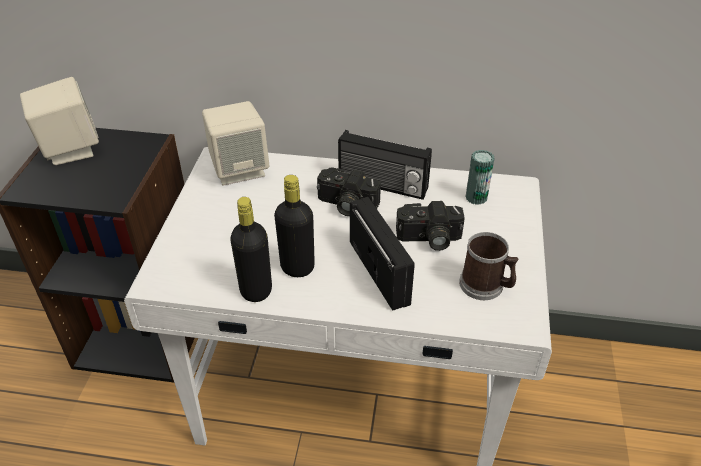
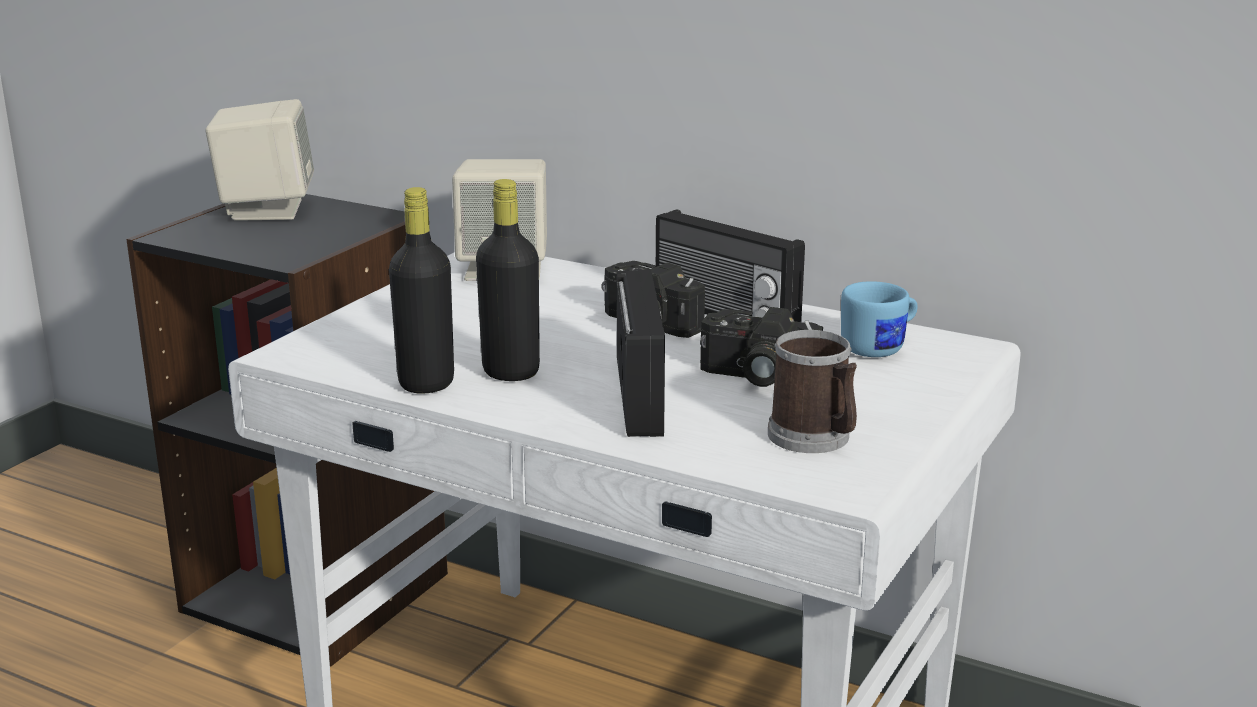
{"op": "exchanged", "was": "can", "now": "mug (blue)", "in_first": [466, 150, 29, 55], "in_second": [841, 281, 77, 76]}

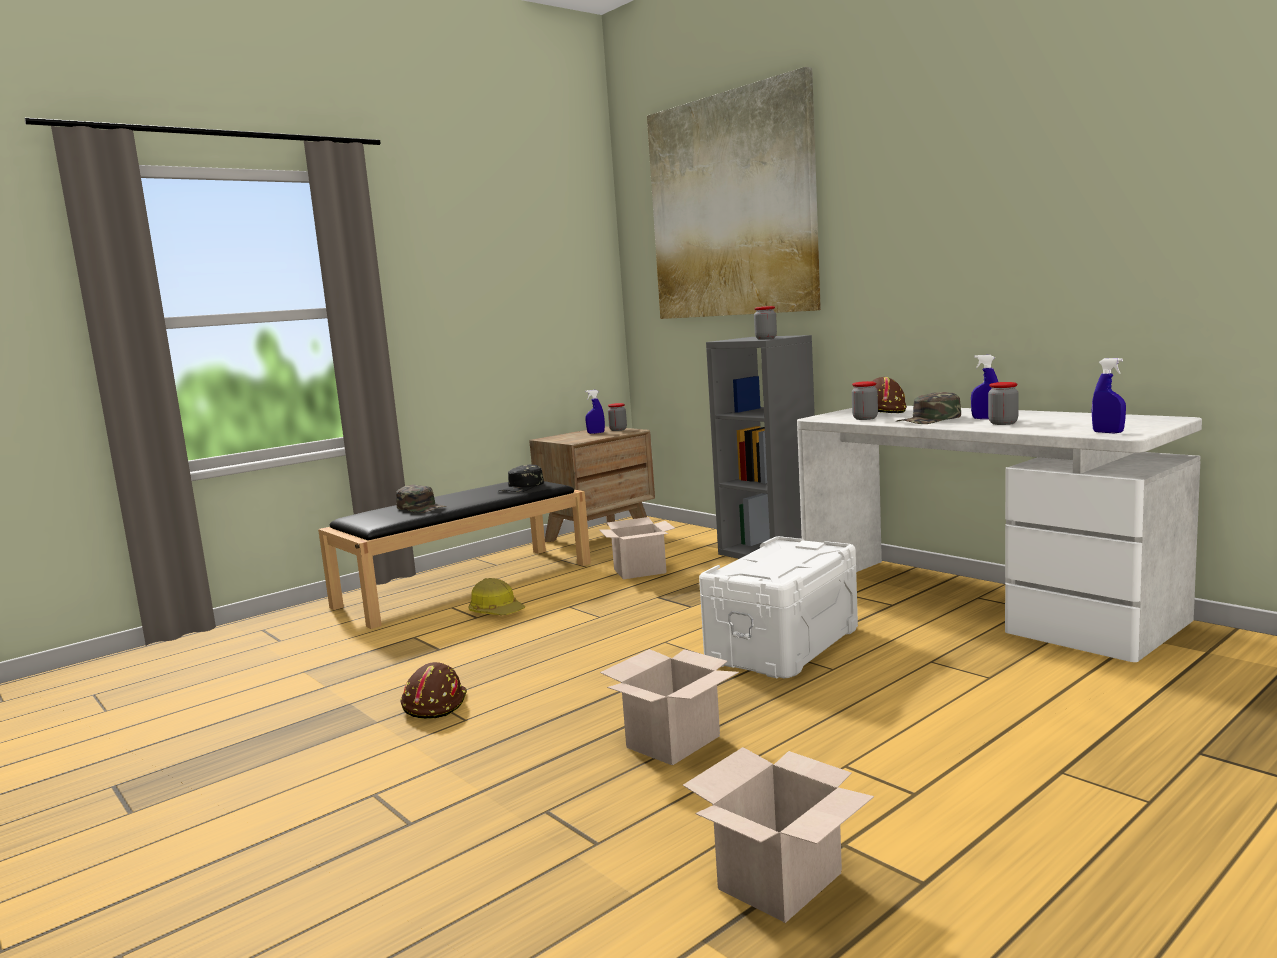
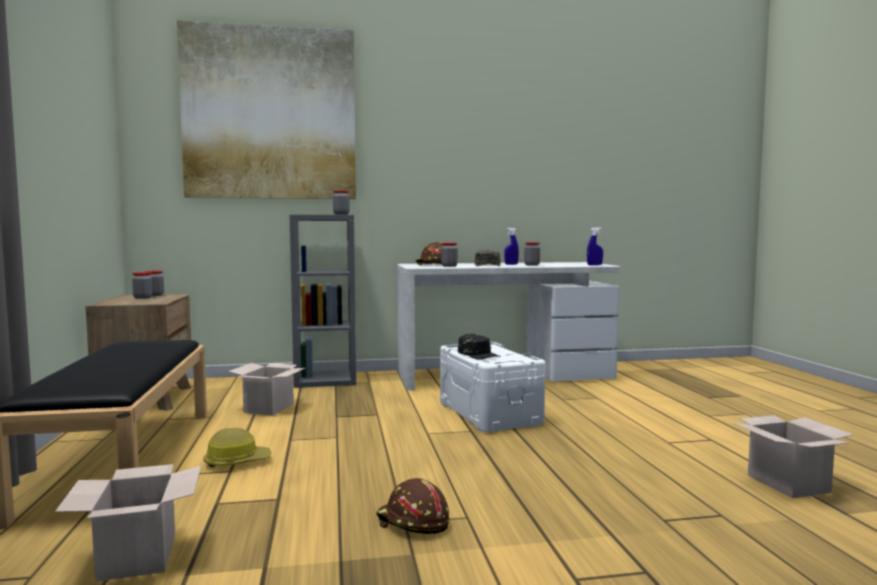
{"op": "missing", "was": "cap (green)", "in_first": [396, 485, 51, 28]}
{"op": "relocated", "was": "cap (black)", "in_first": [499, 464, 45, 28], "in_second": [458, 334, 43, 25]}
{"op": "relocated", "was": "cardboard box", "in_first": [600, 649, 139, 117], "in_second": [55, 464, 146, 118]}
{"op": "exchanged", "was": "spray bottle (blue)", "now": "jar", "in_first": [585, 390, 20, 44], "in_second": [132, 272, 20, 27]}

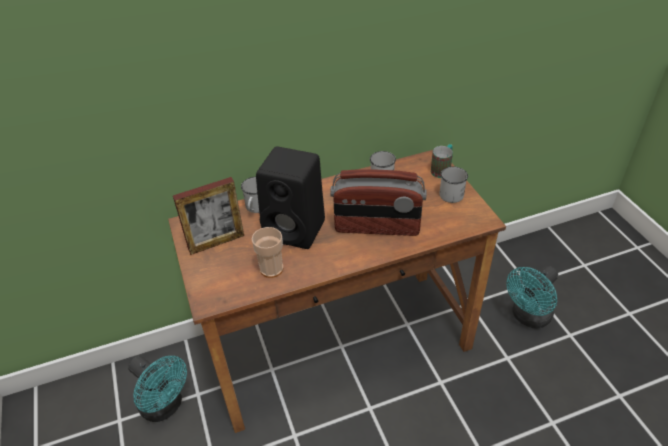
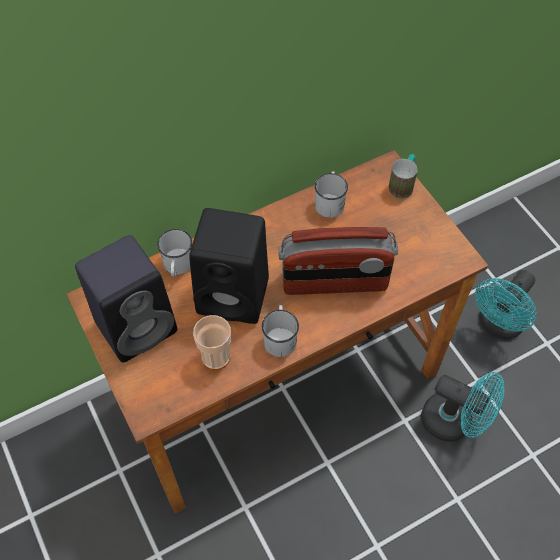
{"op": "relocated", "was": "fan (turquoise)", "in_first": [128, 356, 59, 66], "in_second": [421, 372, 83, 70]}
{"op": "relocated", "was": "mug (white)", "in_first": [439, 167, 29, 36], "in_second": [262, 305, 37, 52]}
{"op": "exchanged", "was": "picture frame", "now": "speaker (black)", "in_first": [173, 177, 71, 78], "in_second": [75, 235, 102, 128]}

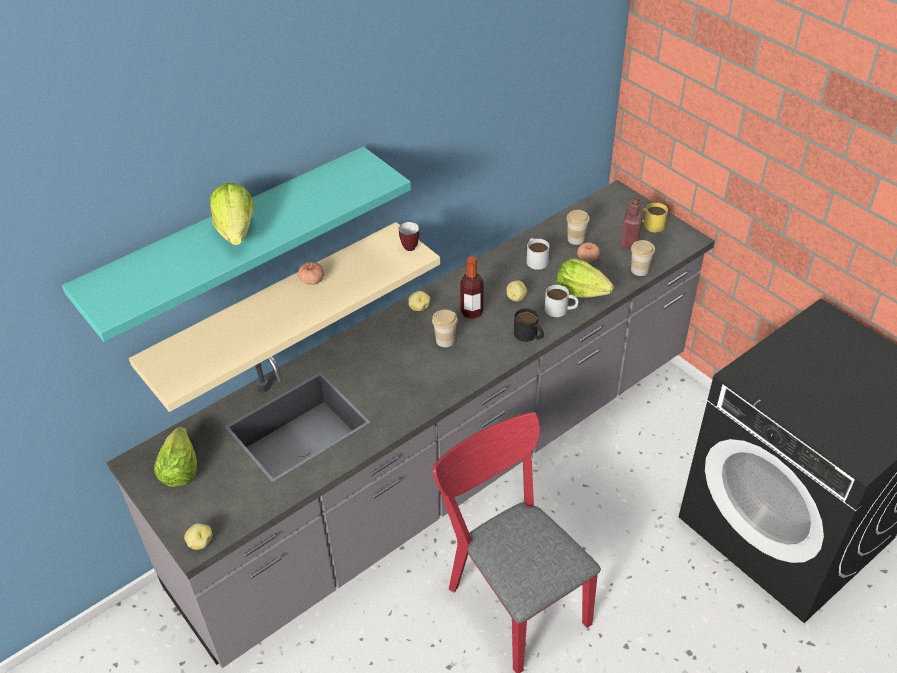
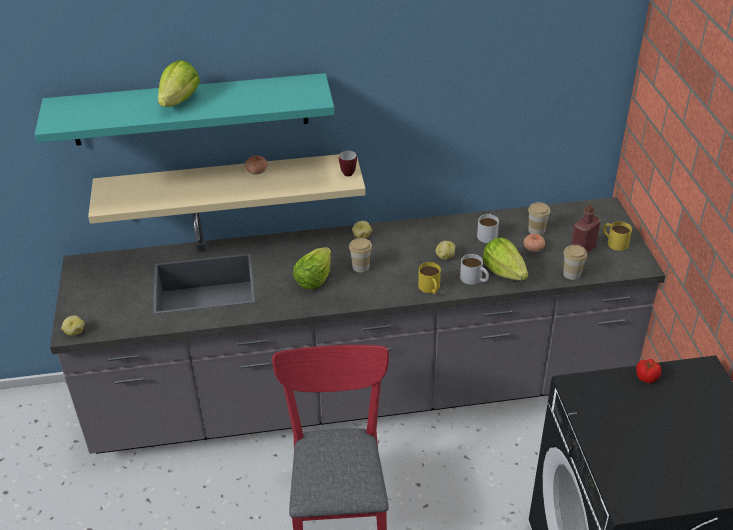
{"op": "missing", "was": "bottle", "in_first": [460, 256, 24, 63]}
{"op": "appeared", "now": "tomato", "in_second": [636, 359, 25, 24]}
{"op": "relocated", "was": "lettuce", "in_first": [154, 427, 43, 60], "in_second": [293, 247, 38, 42]}
{"op": "colour", "was": "mug (black)", "now": "mug (yellow)", "in_first": [514, 308, 30, 34], "in_second": [418, 262, 23, 32]}

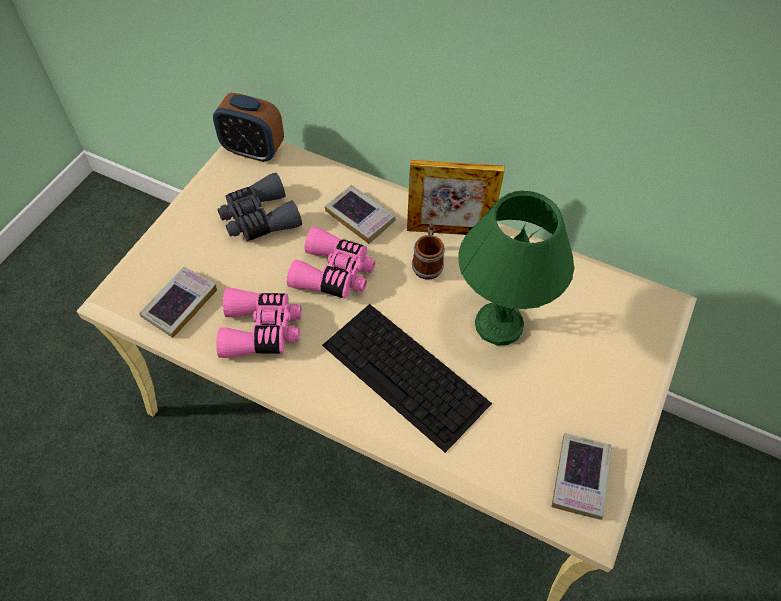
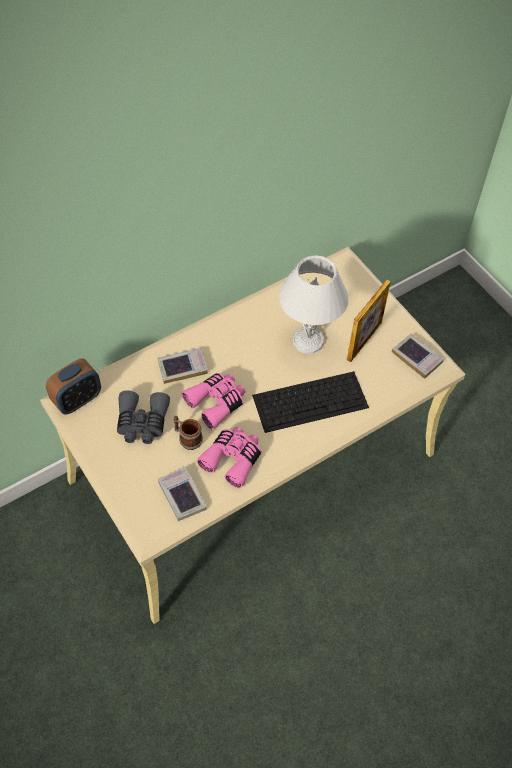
{"op": "relocated", "was": "picture frame", "in_first": [407, 160, 97, 75], "in_second": [347, 279, 44, 83]}
{"op": "relocated", "was": "mug", "in_first": [412, 223, 33, 57], "in_second": [173, 416, 30, 34]}
{"op": "colour", "was": "table lamp (green)", "now": "table lamp (white)", "in_first": [458, 191, 117, 155], "in_second": [279, 255, 69, 99]}

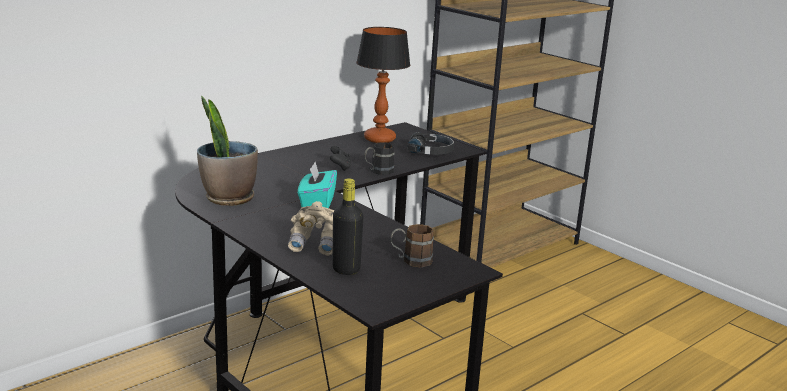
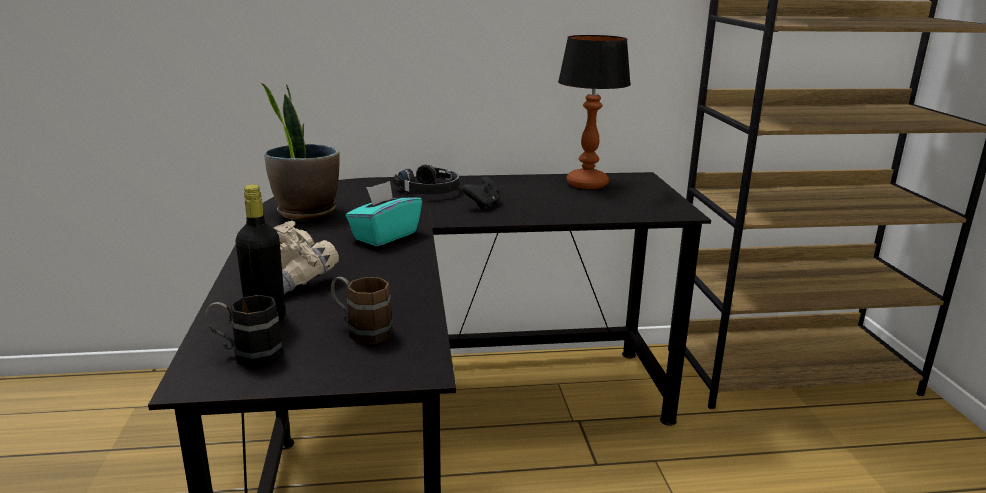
{"op": "relocated", "was": "mug (black)", "in_first": [364, 142, 30, 33], "in_second": [205, 295, 78, 72]}
{"op": "relocated", "was": "headphones (black)", "in_first": [407, 132, 47, 23], "in_second": [393, 165, 66, 29]}

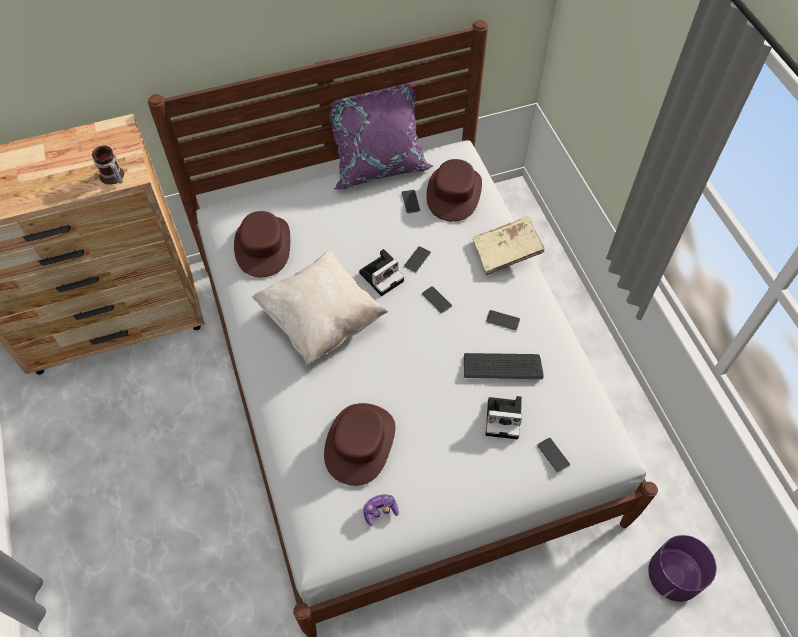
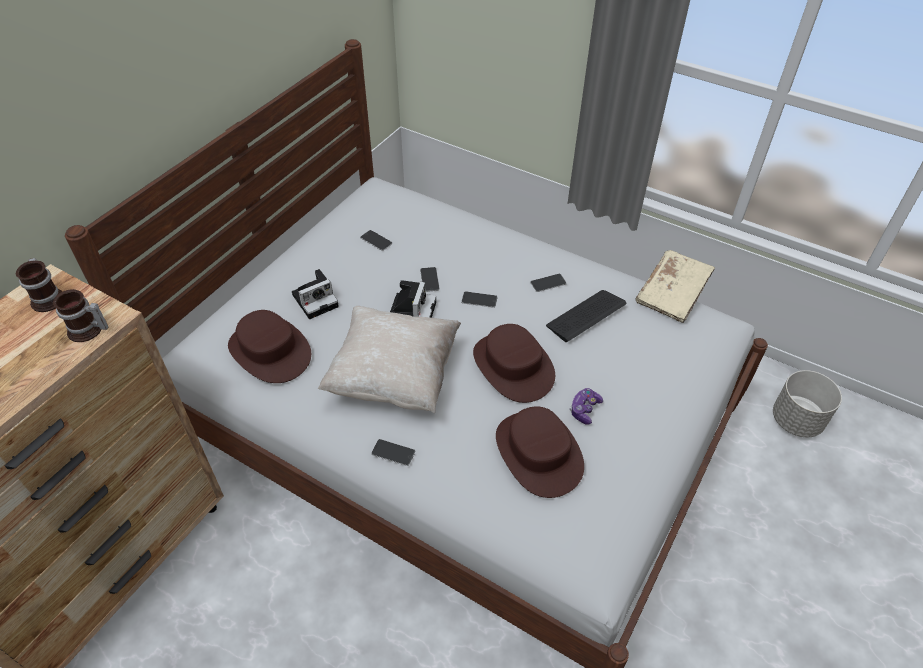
{"op": "missing", "was": "pillow (purple)", "in_first": [329, 81, 104, 108]}
{"op": "appeared", "now": "mug", "in_second": [16, 258, 47, 54]}
{"op": "relocated", "was": "game controller", "in_first": [363, 494, 36, 32], "in_second": [570, 388, 33, 37]}
{"op": "relocated", "was": "hat (brown)", "in_first": [427, 159, 55, 63], "in_second": [473, 324, 82, 79]}
{"op": "relocated", "was": "book (beige)", "in_first": [473, 217, 72, 58], "in_second": [635, 250, 80, 73]}
{"op": "relocated", "was": "photo camera", "in_first": [486, 396, 36, 43], "in_second": [292, 269, 47, 50]}
{"op": "relocated", "was": "phone", "in_first": [537, 437, 33, 36], "in_second": [371, 439, 44, 27]}
{"op": "colour", "was": "planter (purple)", "now": "planter (grey)", "in_first": [648, 535, 69, 67], "in_second": [773, 370, 69, 67]}

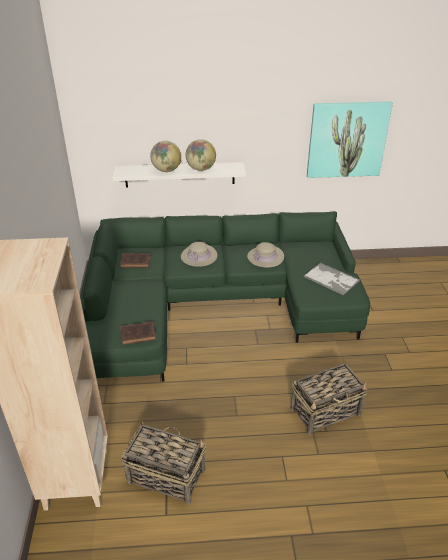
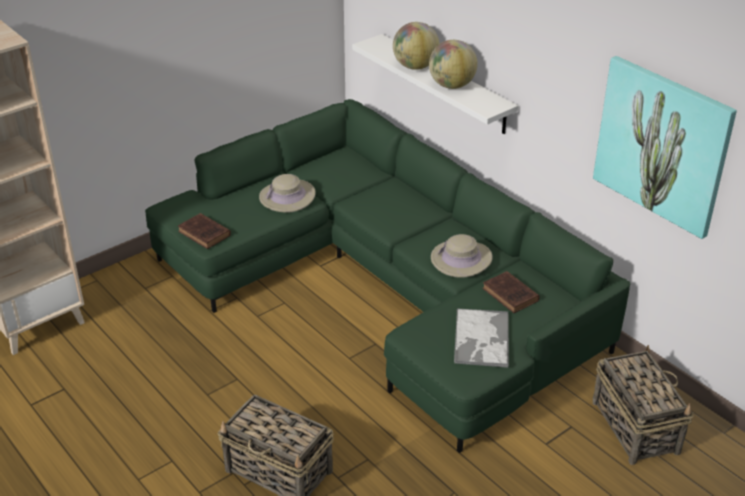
{"op": "relocated", "was": "book (brown)", "in_first": [120, 253, 31, 15], "in_second": [482, 271, 58, 42]}
{"op": "relocated", "was": "basket", "in_first": [121, 421, 85, 84], "in_second": [593, 345, 101, 120]}
{"op": "relocated", "was": "hat (beige)", "in_first": [181, 242, 36, 25], "in_second": [259, 174, 57, 39]}

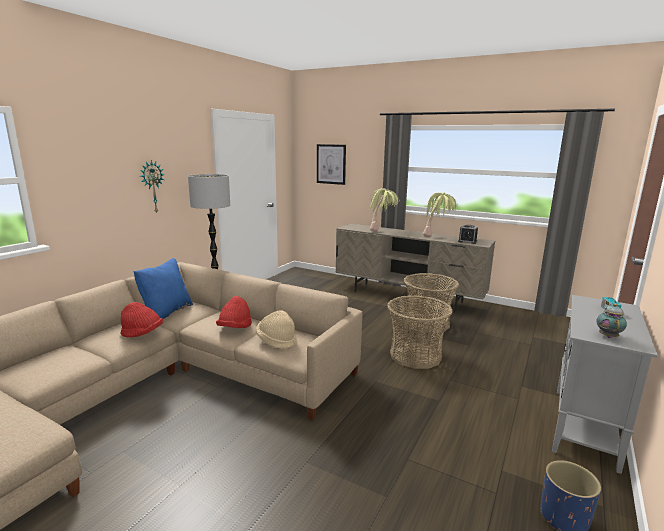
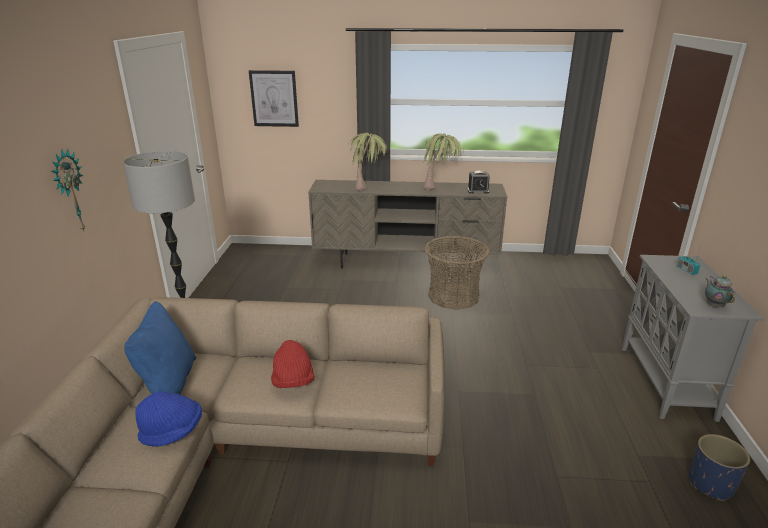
{"op": "missing", "was": "hat (beige)", "in_first": [256, 310, 41, 39]}
{"op": "missing", "was": "basket", "in_first": [387, 295, 66, 74]}
{"op": "colour", "was": "hat (red)", "now": "hat (blue)", "in_first": [121, 302, 42, 36], "in_second": [135, 391, 67, 56]}

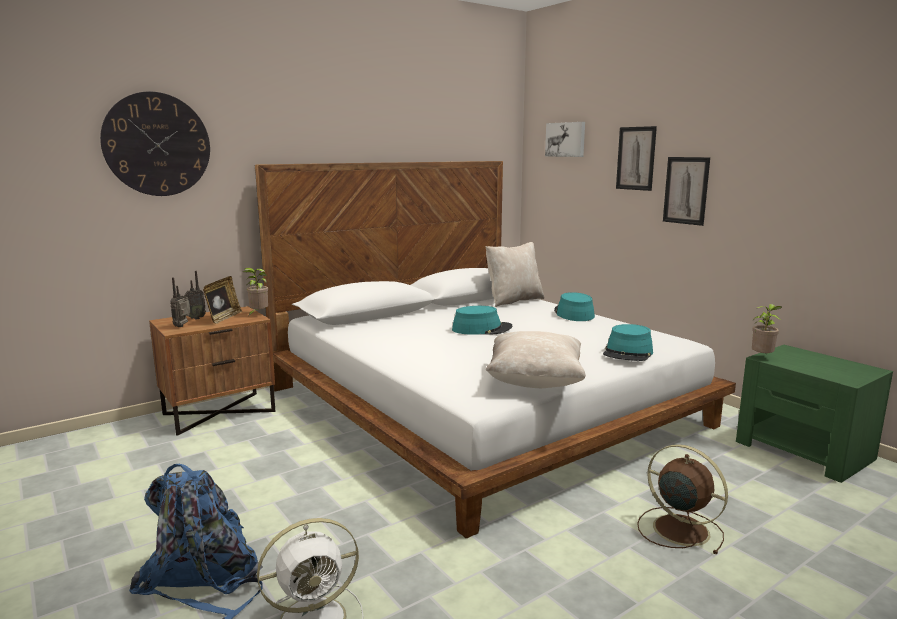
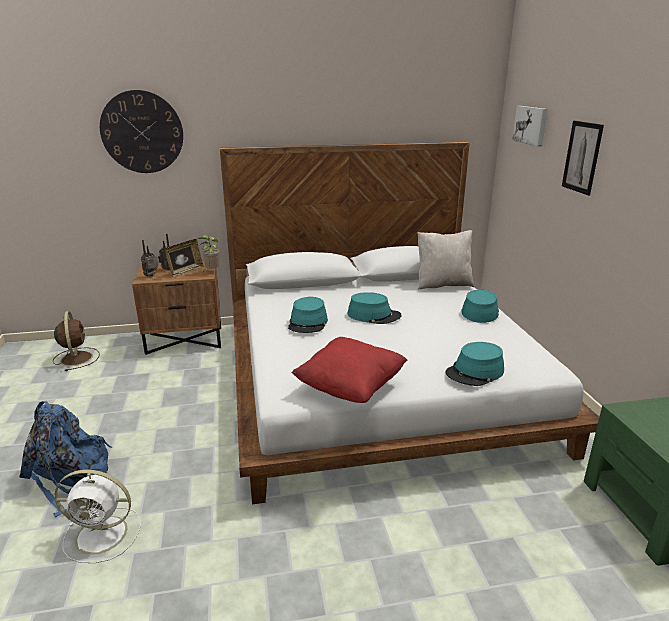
{"op": "missing", "was": "picture", "in_first": [663, 157, 47, 69]}
{"op": "missing", "was": "potted plant", "in_first": [752, 304, 30, 51]}
{"op": "appeared", "now": "hat (turquoise)", "in_second": [288, 297, 40, 36]}
{"op": "relocated", "was": "fan (brown)", "in_first": [637, 444, 91, 110], "in_second": [53, 311, 47, 60]}
{"op": "colour", "was": "pillow (beige)", "now": "pillow (red)", "in_first": [486, 331, 100, 57], "in_second": [292, 337, 116, 66]}

